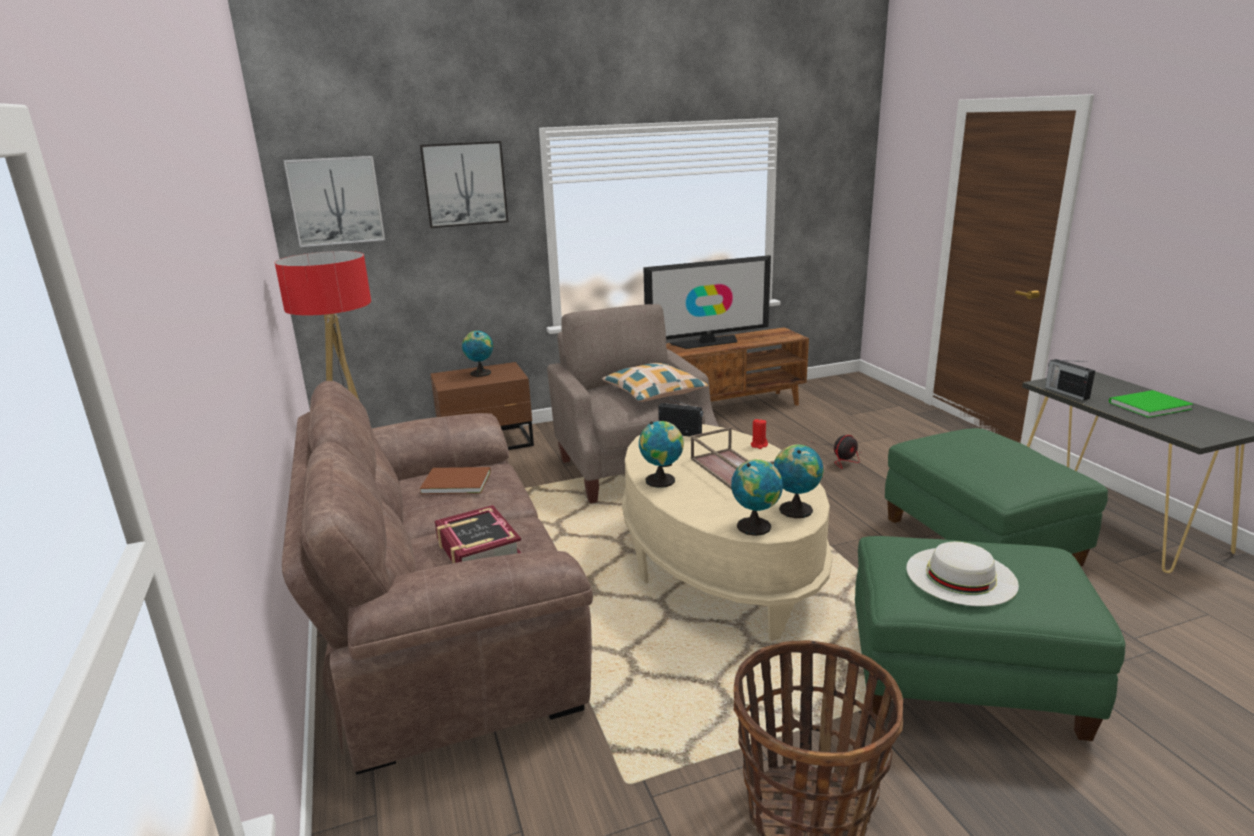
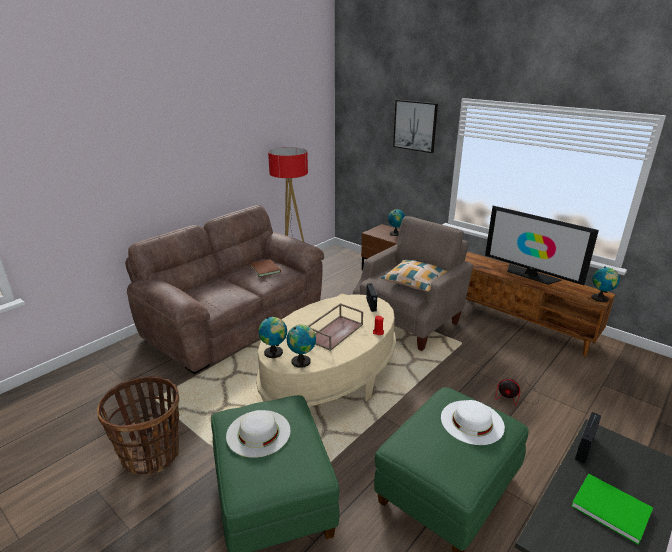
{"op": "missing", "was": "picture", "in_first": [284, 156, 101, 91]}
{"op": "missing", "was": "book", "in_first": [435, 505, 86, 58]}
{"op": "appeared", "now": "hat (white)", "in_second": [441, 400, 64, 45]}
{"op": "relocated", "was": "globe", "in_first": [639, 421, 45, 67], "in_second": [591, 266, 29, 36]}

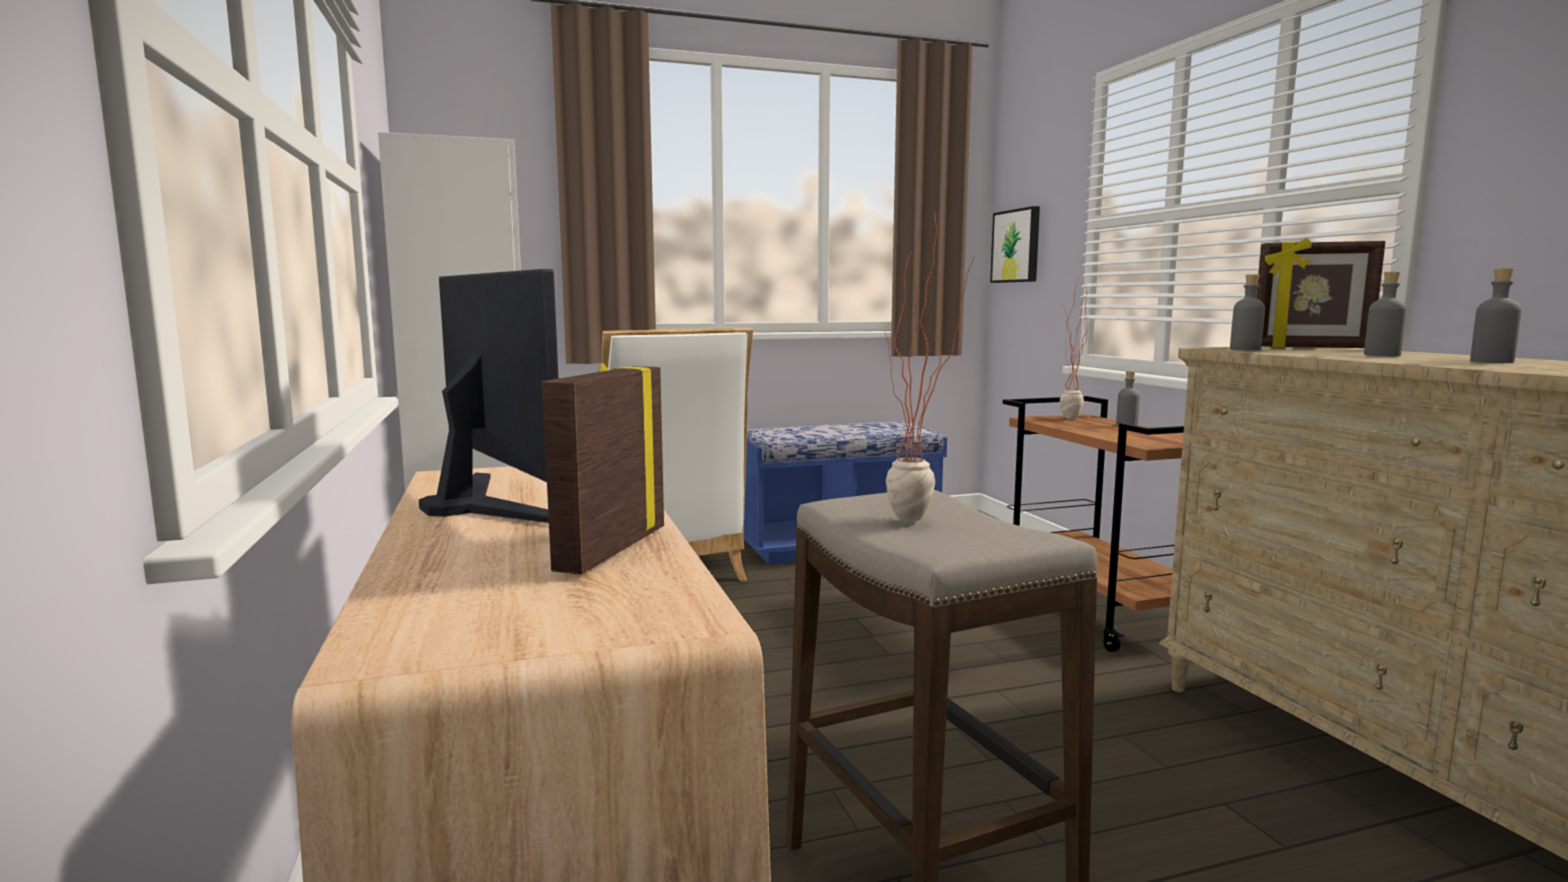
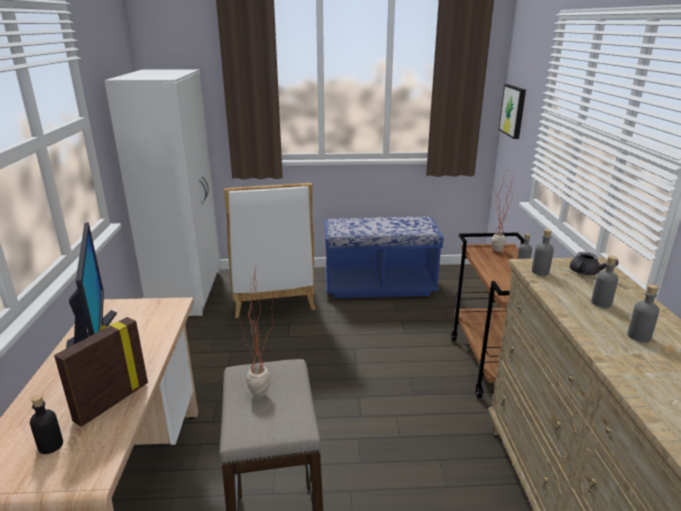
{"op": "appeared", "now": "bottle (black)", "in_second": [30, 394, 33, 60]}
{"op": "exchanged", "was": "picture frame", "now": "teapot (grey)", "in_first": [1256, 237, 129, 111], "in_second": [570, 252, 49, 23]}

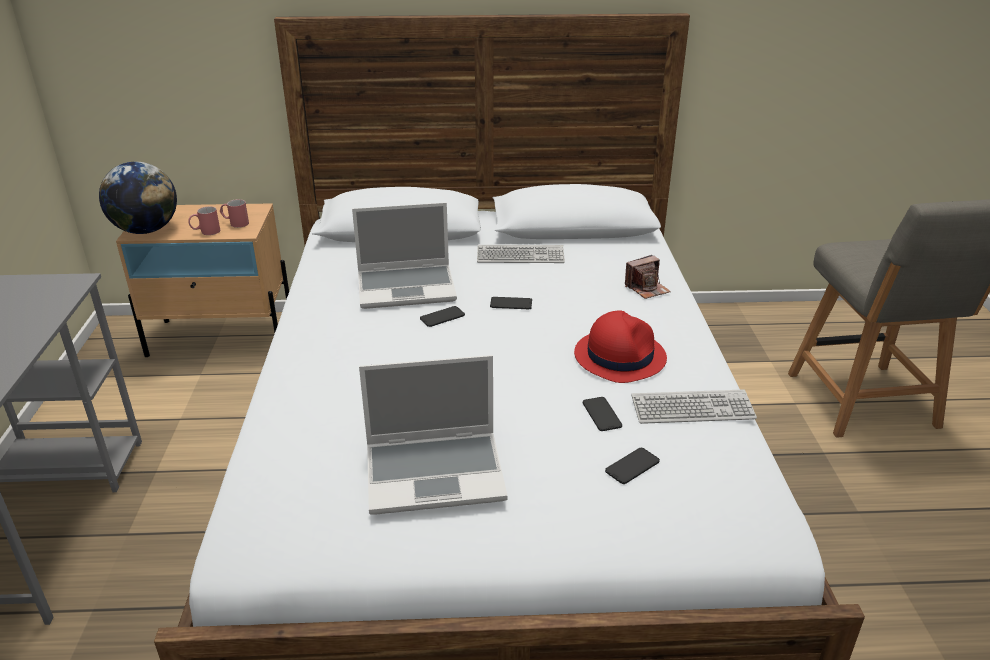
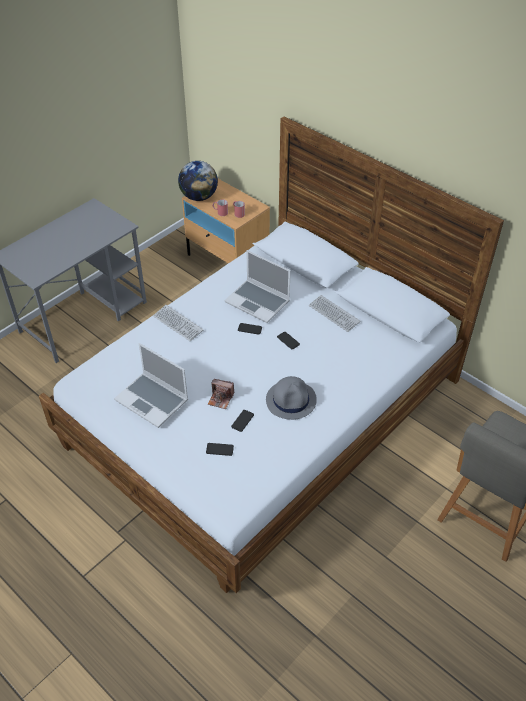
{"op": "relocated", "was": "photo camera", "in_first": [625, 255, 46, 44], "in_second": [208, 379, 26, 30]}
{"op": "relocated", "was": "keyboard", "in_first": [631, 390, 126, 34], "in_second": [153, 305, 50, 36]}
{"op": "colour", "was": "hat (red)", "now": "hat (grey)", "in_first": [574, 310, 93, 73], "in_second": [266, 376, 51, 44]}

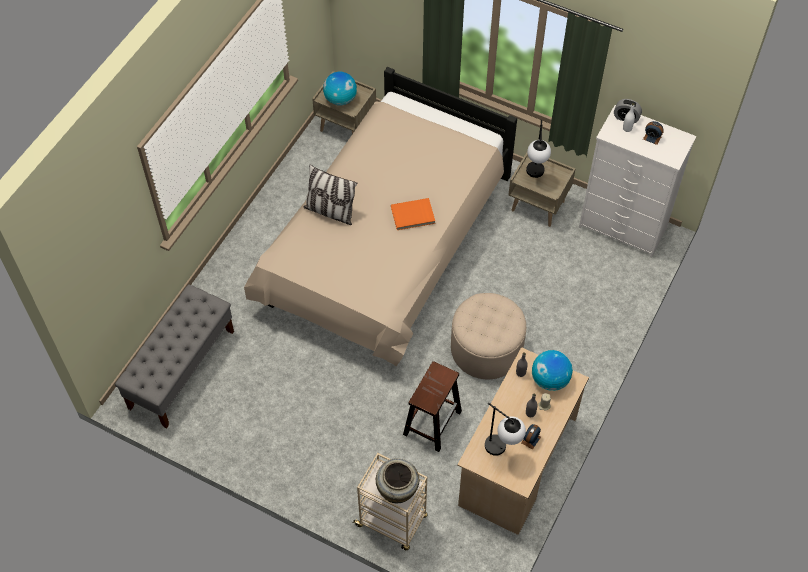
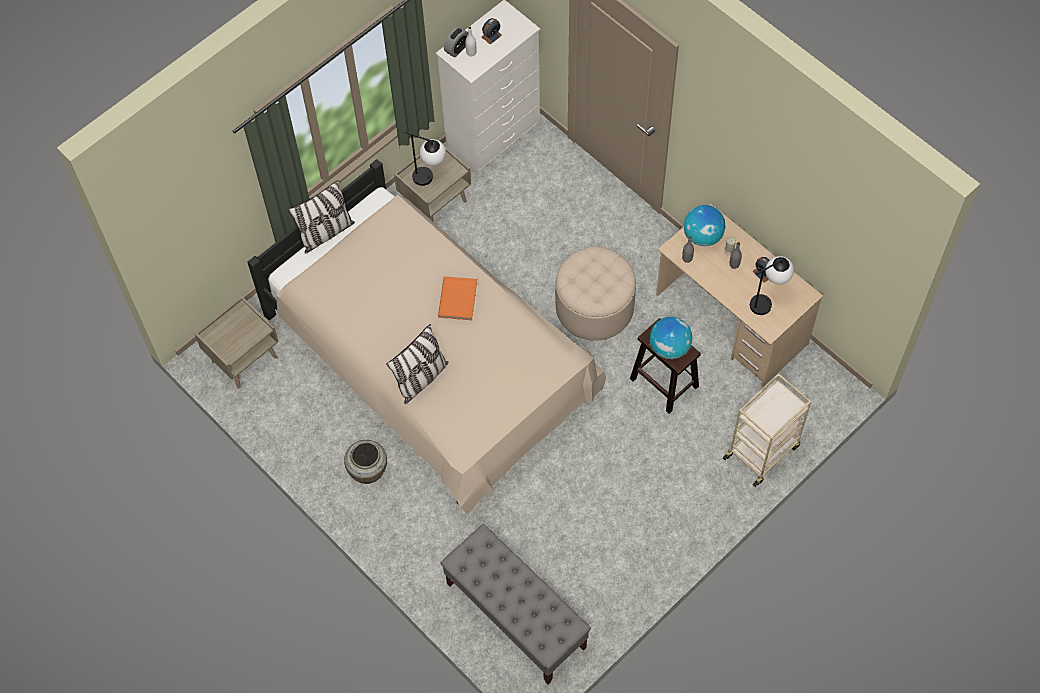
{"op": "appeared", "now": "pillow", "in_second": [288, 180, 67, 74]}
{"op": "relocated", "was": "globe", "in_first": [323, 72, 34, 33], "in_second": [650, 317, 42, 42]}
{"op": "relocated", "was": "vase (beige)", "in_first": [376, 458, 43, 45], "in_second": [344, 440, 43, 44]}

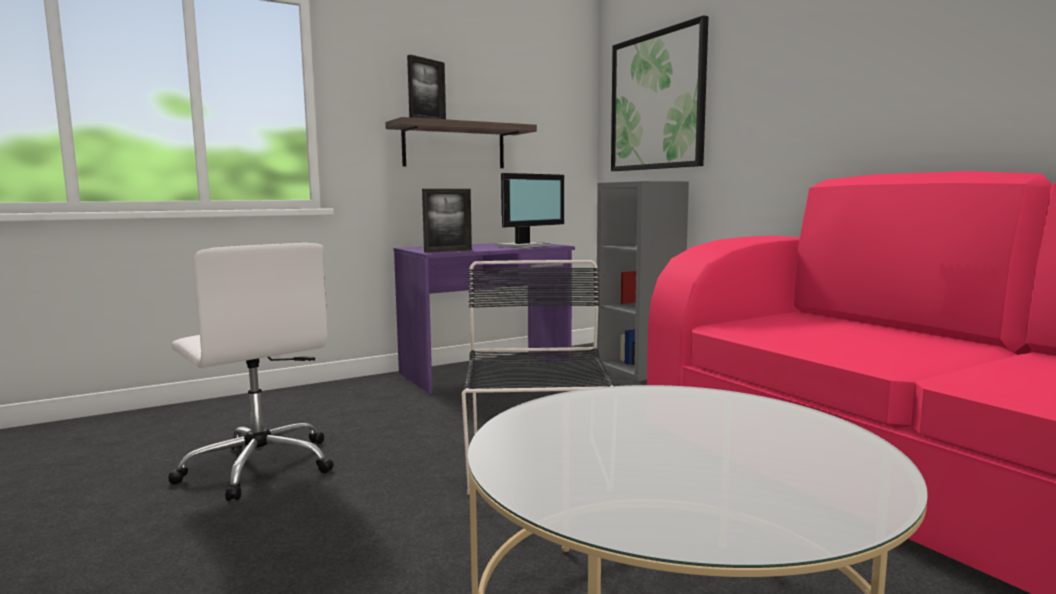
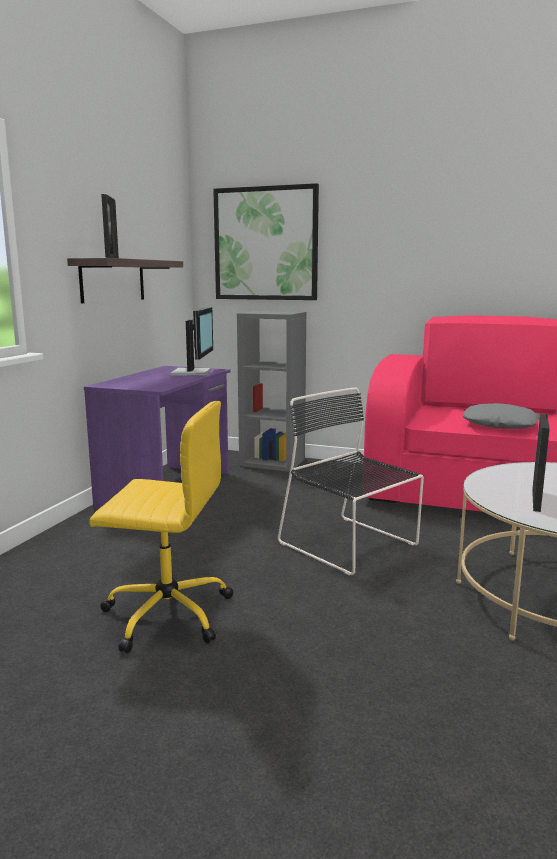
{"op": "appeared", "now": "pillow (grey)", "in_second": [463, 403, 77, 26]}
{"op": "relocated", "was": "picture frame", "in_first": [422, 189, 50, 64], "in_second": [532, 414, 18, 98]}
{"op": "colour", "was": "office chair (white)", "now": "office chair (yellow)", "in_first": [168, 243, 166, 258], "in_second": [89, 401, 144, 252]}

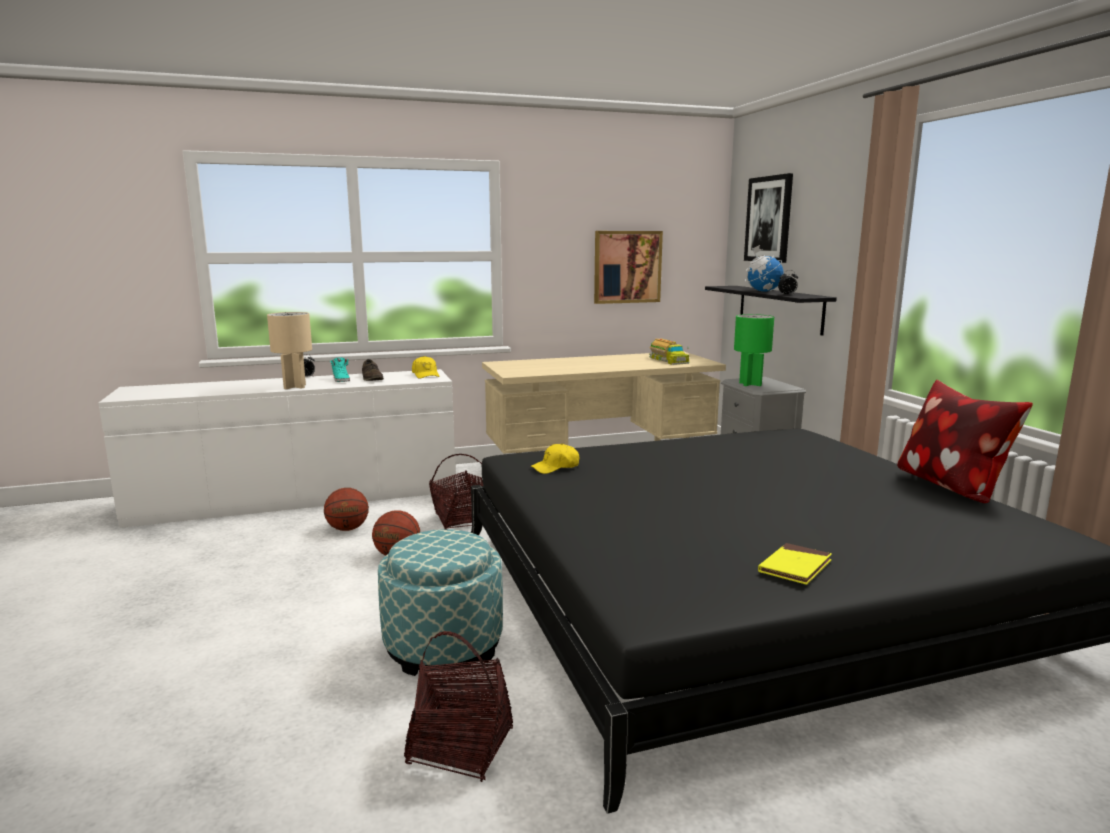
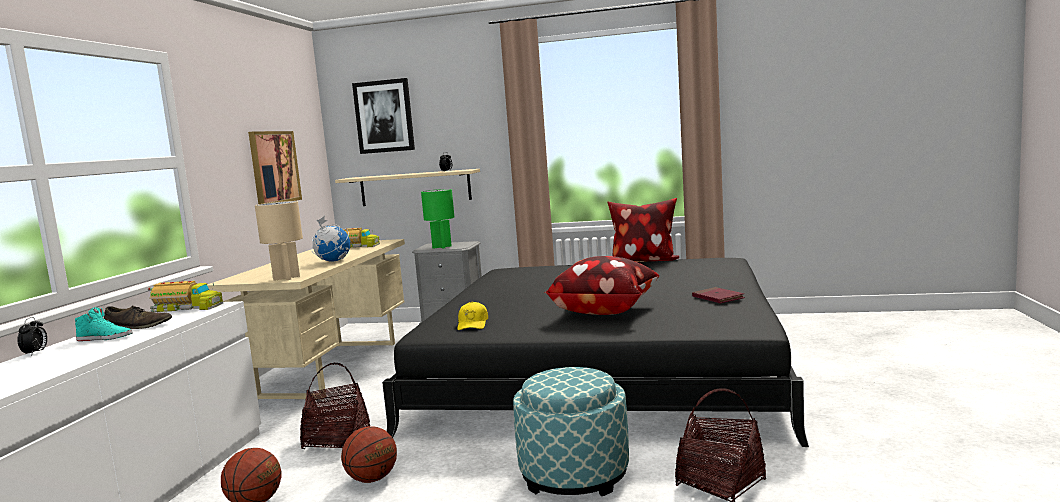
{"op": "appeared", "now": "pillow", "in_second": [545, 256, 114, 59]}
{"op": "relocated", "was": "table lamp (beige)", "in_first": [267, 312, 45, 77], "in_second": [255, 201, 48, 80]}
{"op": "relocated", "was": "globe", "in_first": [745, 245, 39, 47], "in_second": [311, 216, 39, 46]}
{"op": "exchanged", "was": "cap (yellow)", "now": "toy truck", "in_first": [412, 356, 28, 23], "in_second": [148, 281, 75, 31]}
{"op": "colour", "was": "shelf (black)", "now": "shelf (beige)", "in_first": [705, 286, 132, 50], "in_second": [335, 169, 145, 37]}
{"op": "colour", "was": "book (yellow)", "now": "book (red)", "in_first": [758, 543, 74, 42], "in_second": [692, 287, 53, 17]}

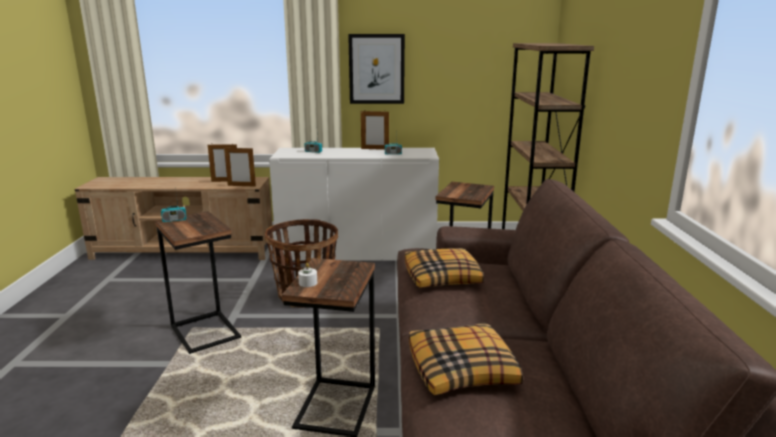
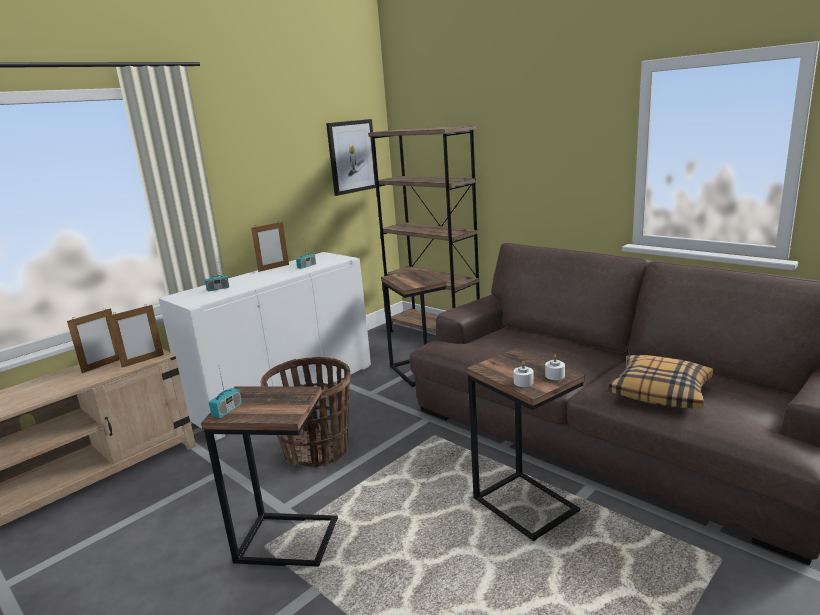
{"op": "missing", "was": "pillow", "in_first": [405, 248, 79, 40]}
{"op": "appeared", "now": "candle (white)", "in_second": [545, 355, 20, 25]}
{"op": "relocated", "was": "picture", "in_first": [348, 34, 57, 70], "in_second": [326, 119, 50, 77]}

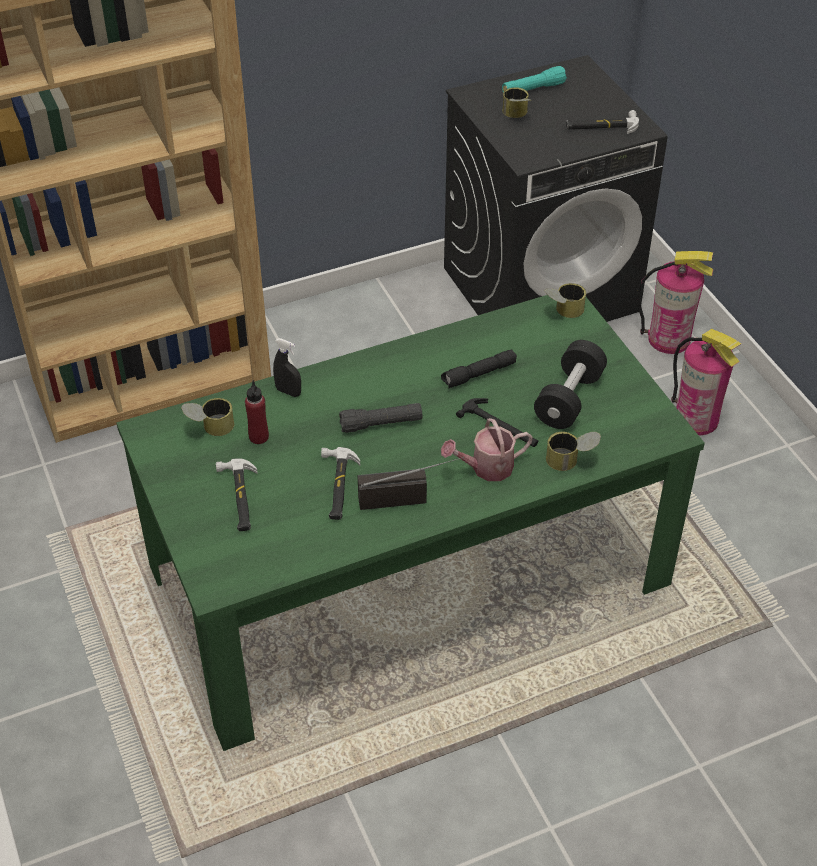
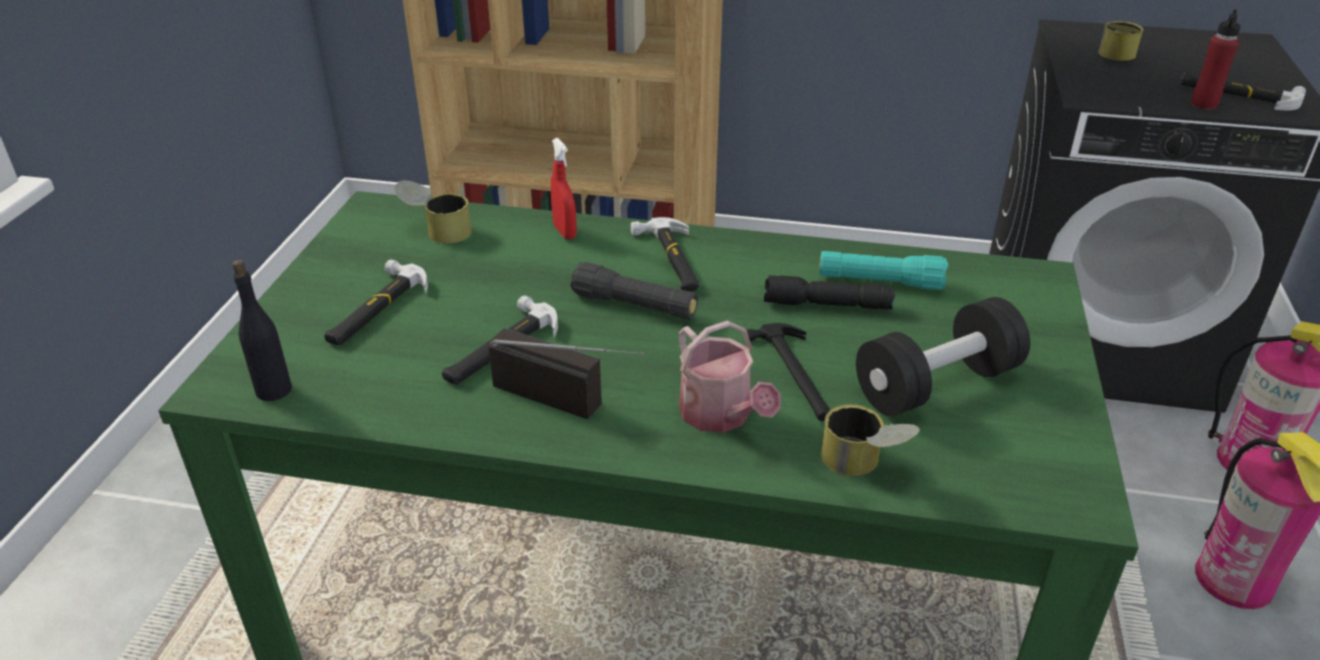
{"op": "missing", "was": "can", "in_first": [545, 283, 41, 35]}
{"op": "appeared", "now": "bottle (black)", "in_second": [232, 260, 60, 141]}
{"op": "appeared", "now": "hammer", "in_second": [630, 217, 69, 75]}
{"op": "relocated", "was": "bottle (red)", "in_first": [245, 380, 24, 64], "in_second": [1191, 9, 50, 101]}
{"op": "relocated", "was": "flashlight (turquoise)", "in_first": [502, 66, 65, 27], "in_second": [819, 251, 129, 39]}
{"op": "colour", "was": "spray bottle (black)", "now": "spray bottle (red)", "in_first": [273, 338, 28, 59], "in_second": [551, 138, 26, 101]}
{"op": "spun", "was": "watering can", "in_first": [441, 418, 92, 63], "in_second": [679, 321, 102, 112], "clockwise": -135}

